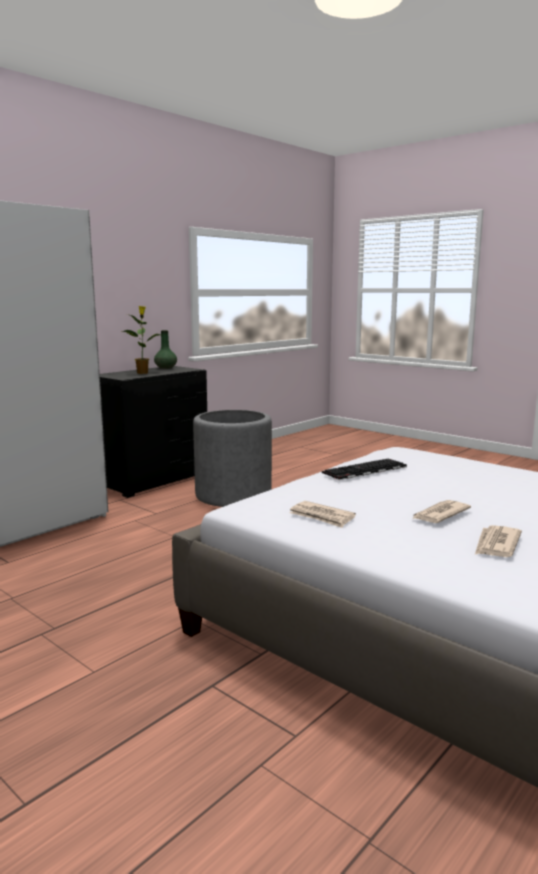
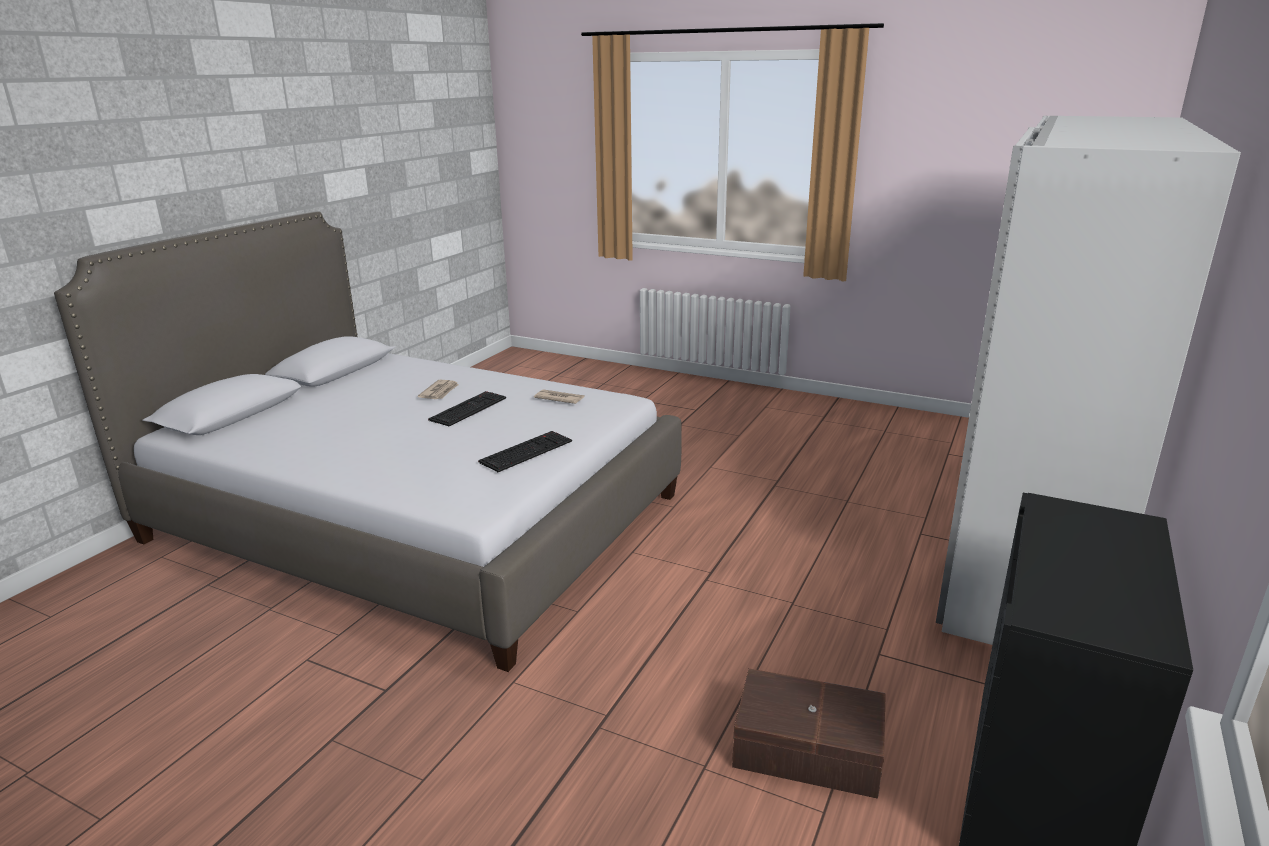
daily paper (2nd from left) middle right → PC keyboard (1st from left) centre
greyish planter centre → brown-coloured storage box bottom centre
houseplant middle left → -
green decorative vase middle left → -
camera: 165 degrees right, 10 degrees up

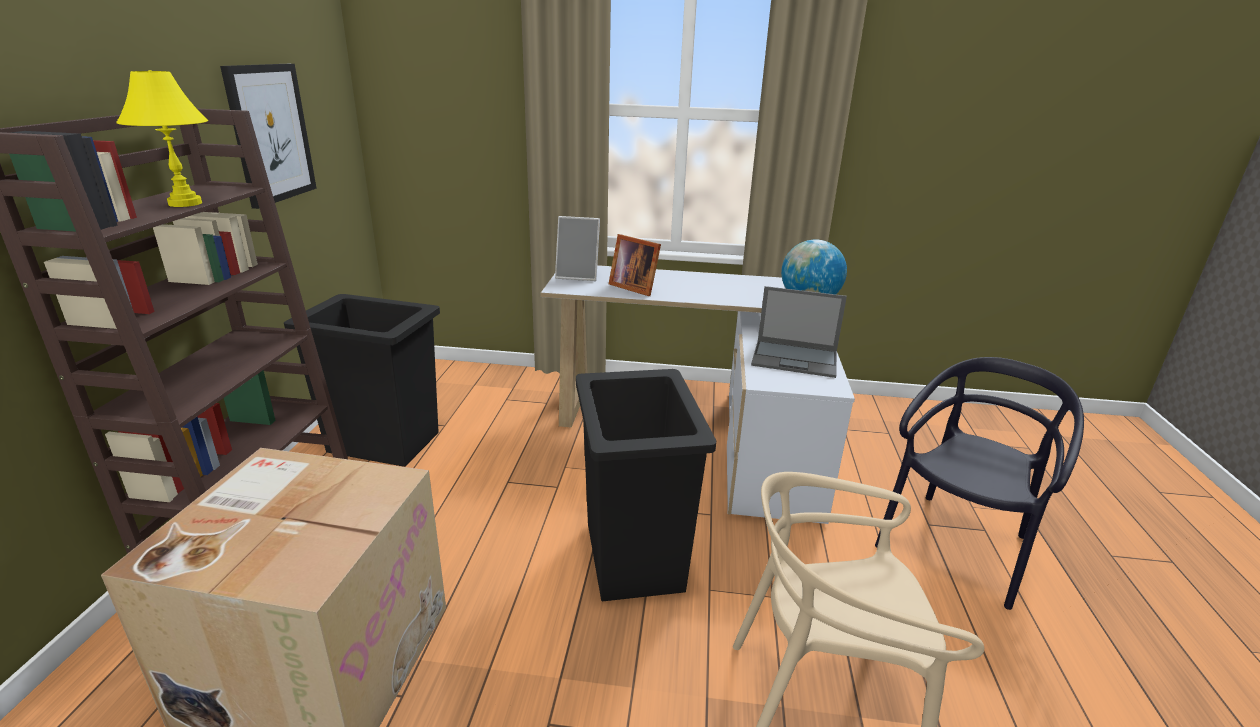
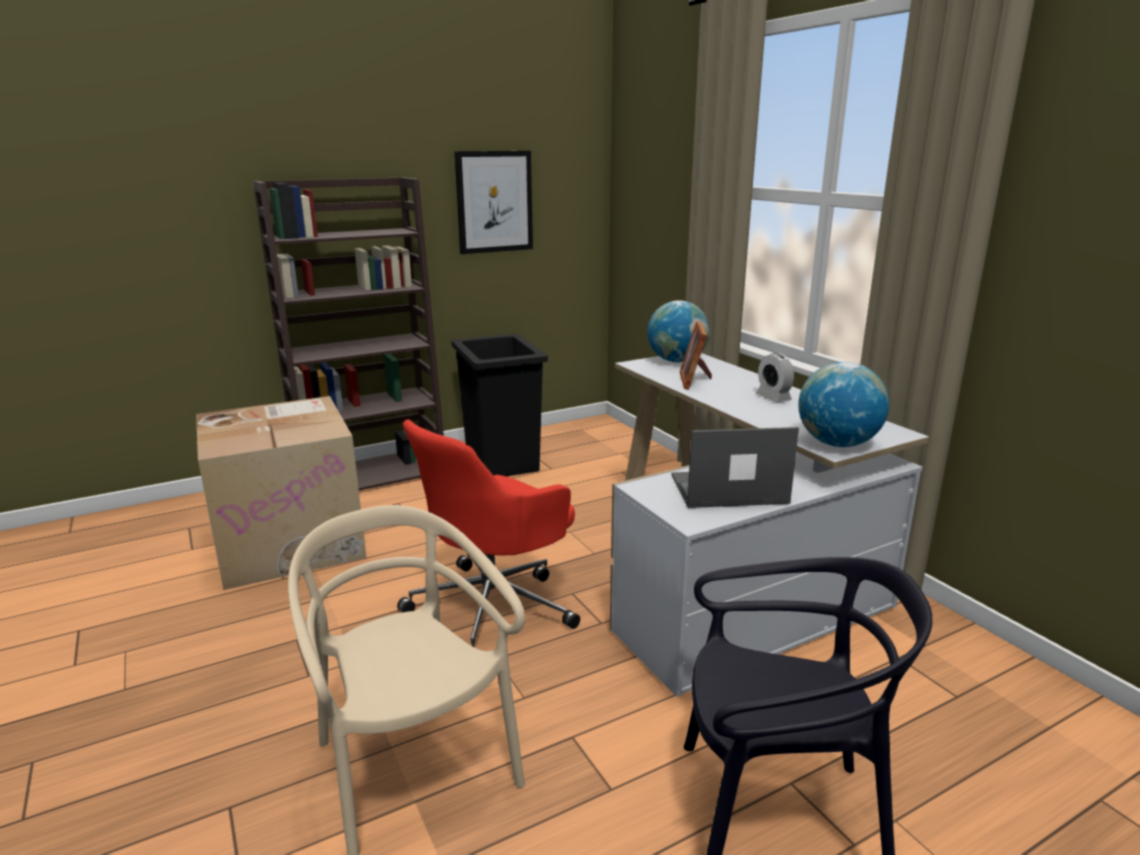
blackish trash can (2nd from left) bottom centre → red-coloured office chair centre
picture frame (1st from left) centre → world globe (1st from left) centre
notebook computer centre, 105 degrees clockwise
- → table clock middle right
yellow lamp for a table top left → -
camera: 55 degrees right, 5 degrees down

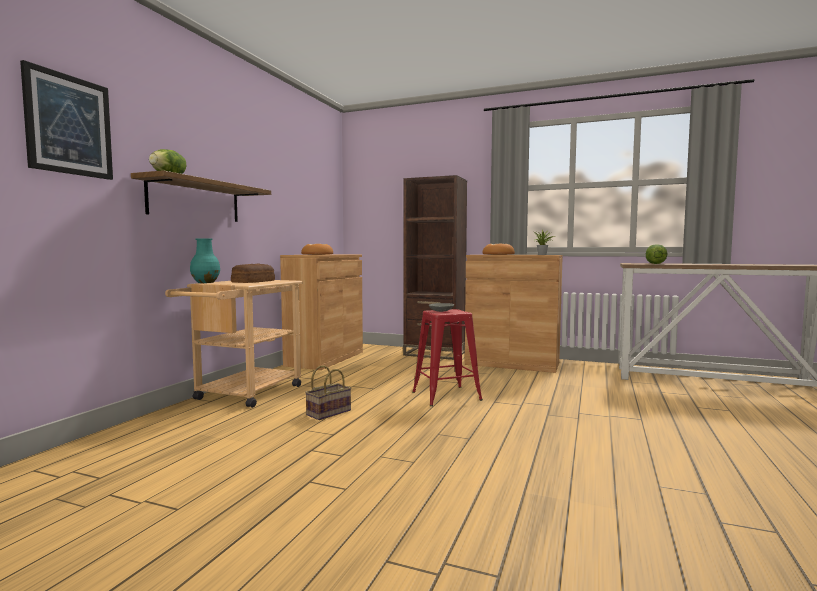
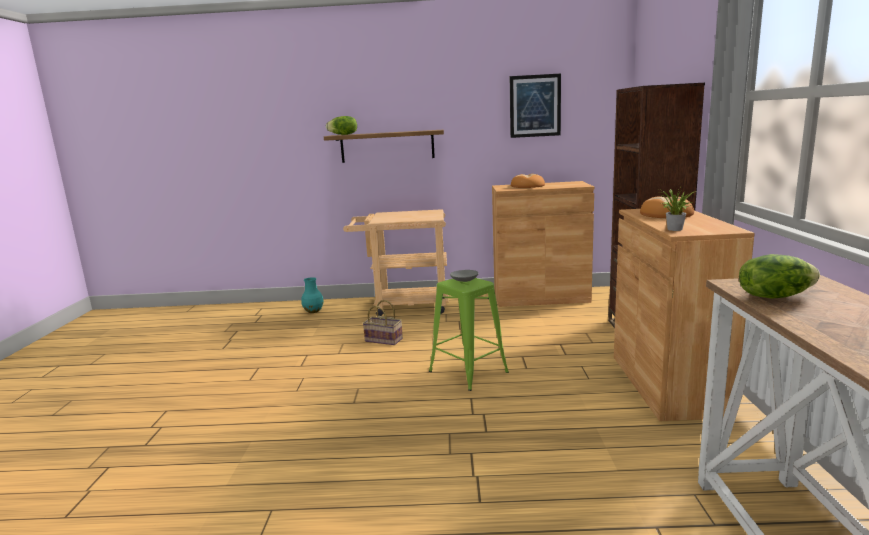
turquoise decorative vase middle left → turquoise decorative vase centre, move
red-coloured stool centre → green stool centre
wall art top left → wall art top centre, move
bakery bread (1st from left) middle left → -
camera: 70 degrees right, 10 degrees up

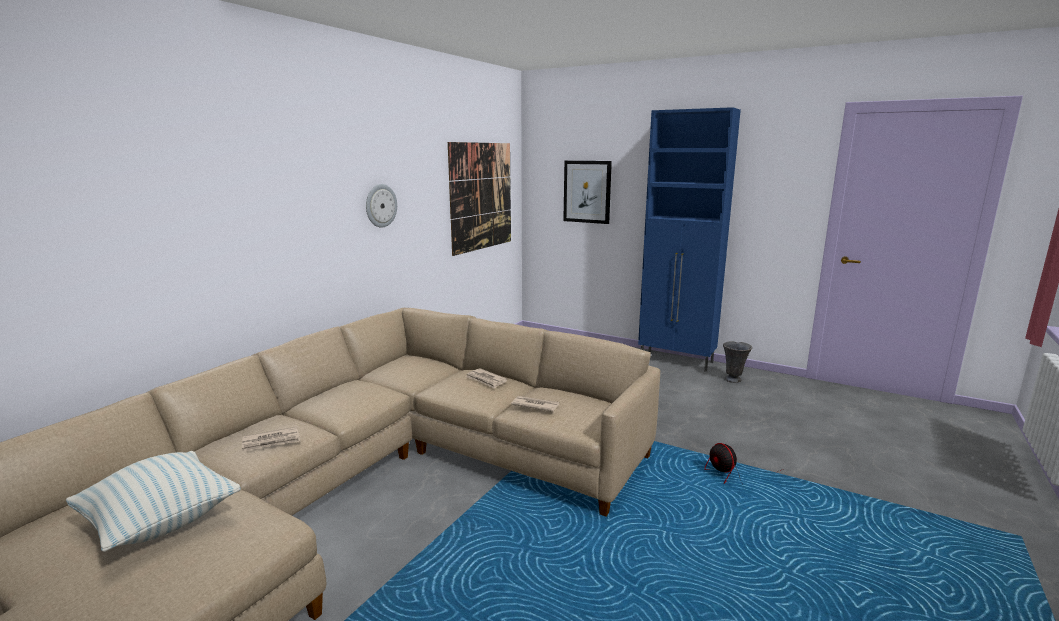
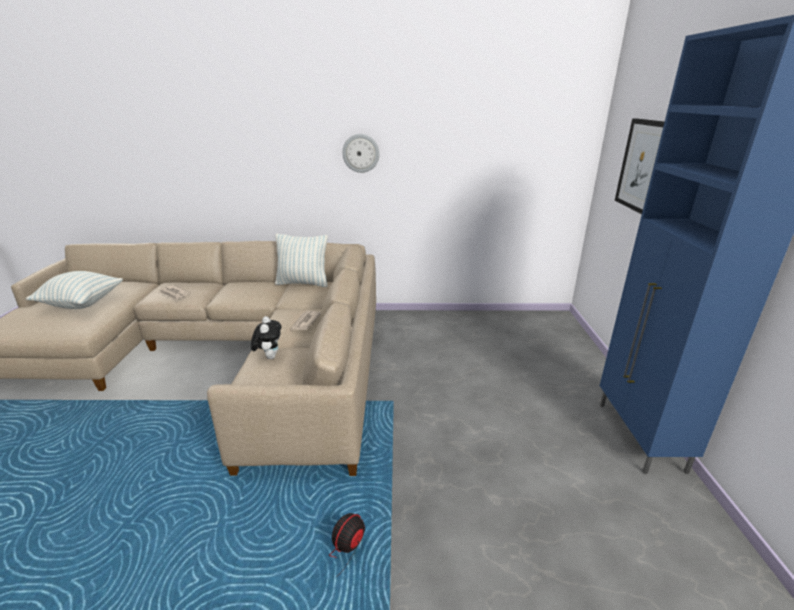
daily paper (3rd from left) centre → soft toy centre
- → throw pillow (2nd from left) centre
wall art (1st from left) top centre → -
greyish decorative vase middle right → -
camera: 60 degrees right, 10 degrees up

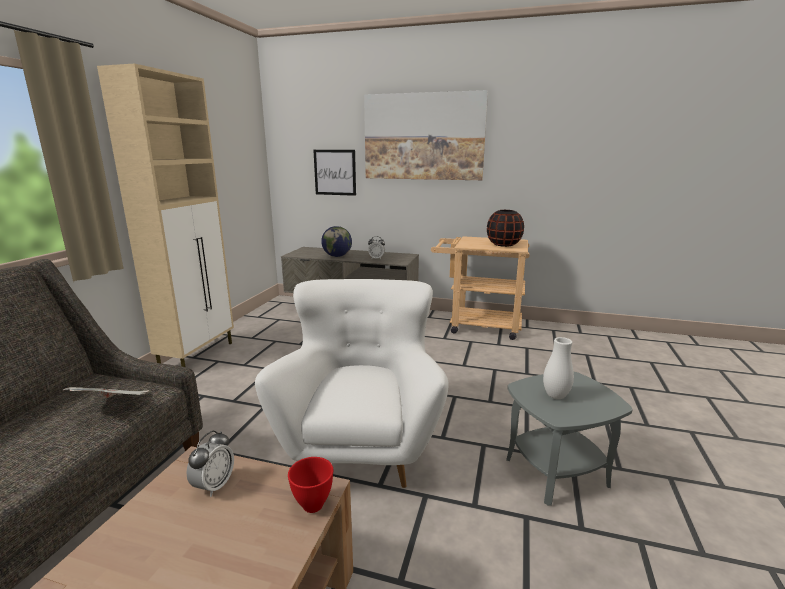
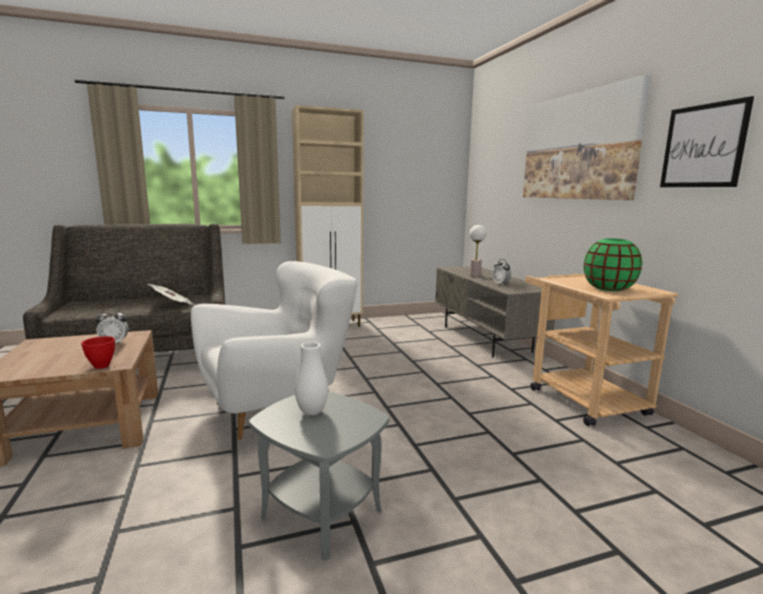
world globe centre → lamp for a table centre
blackish decorative vase centre → green decorative vase middle right
wall art (1st from left in the first image) top centre → wall art (2nd from left) top right, move
camera: 55 degrees right, 5 degrees down

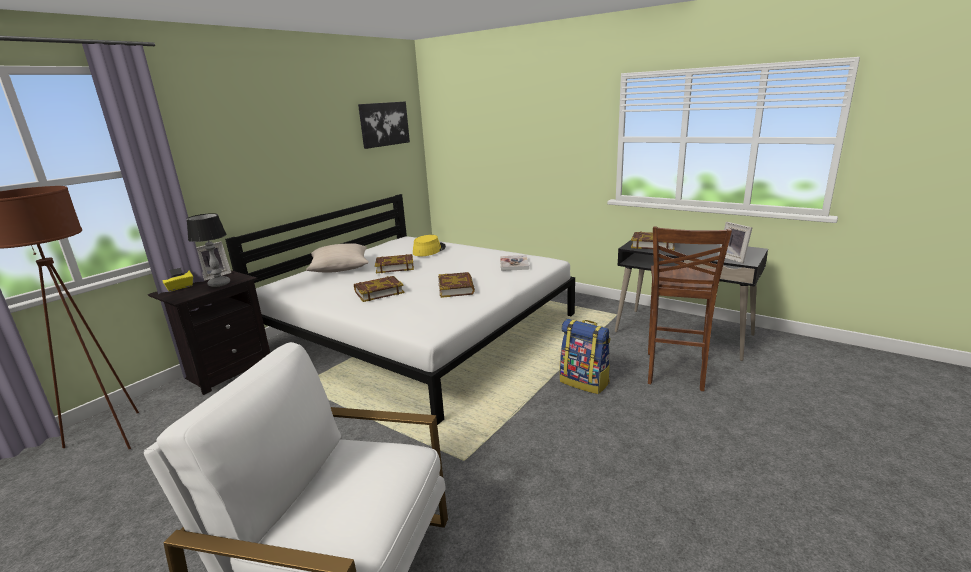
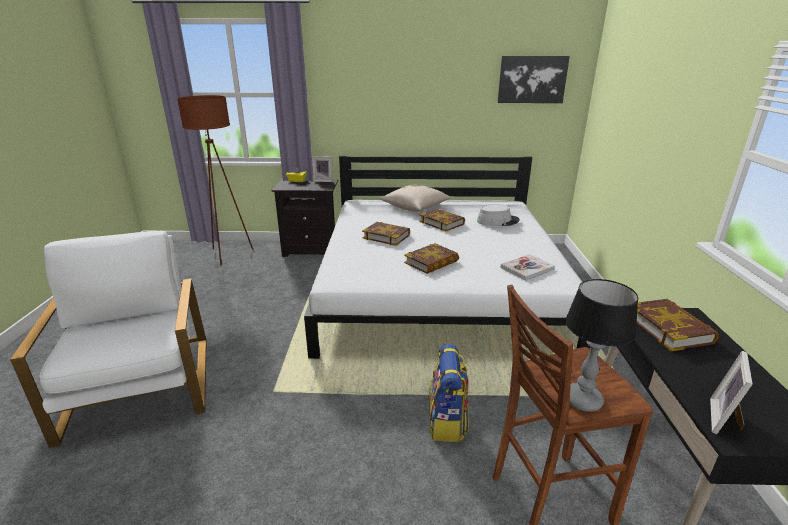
yellow clothing hat centre → greyish clothing hat centre
lamp for a table middle left → lamp for a table middle right, move
camera: 55 degrees right, 5 degrees up

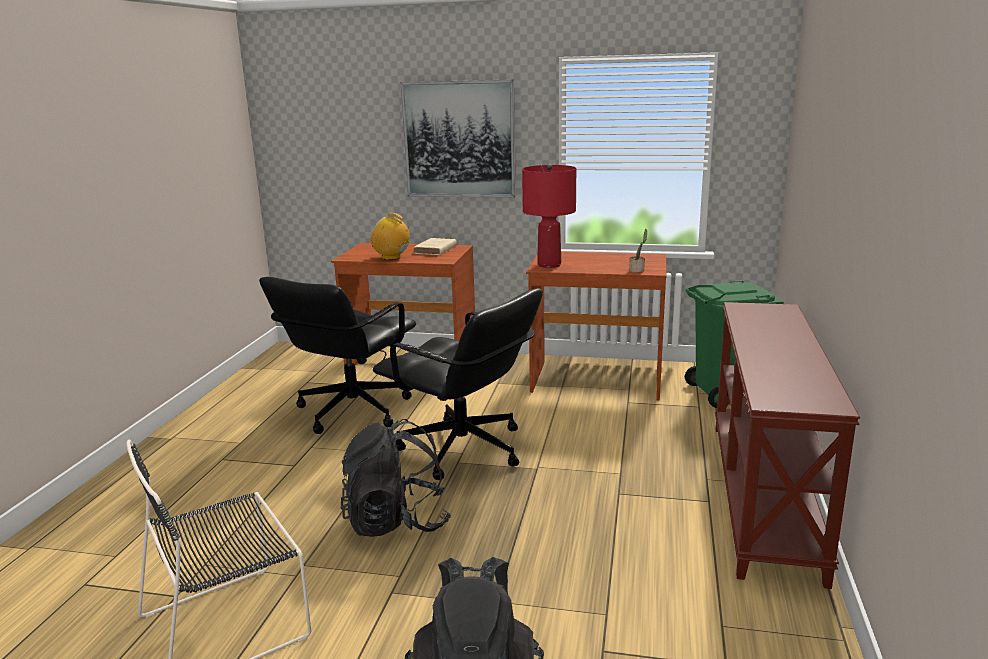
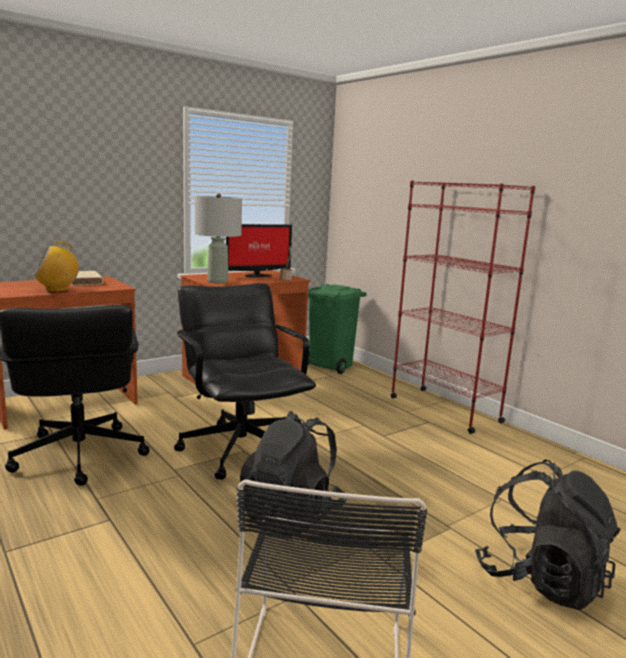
blackish office chair (2nd from left) centre, 105 degrees counterclockwise
red-coloured lamp for a table top centre → greyish lamp for a table centre
- → computer display centre
brown-coloured hall table bottom right → red-coloured bookcase middle right
wall art top centre → -
camera: 50 degrees left, 5 degrees down

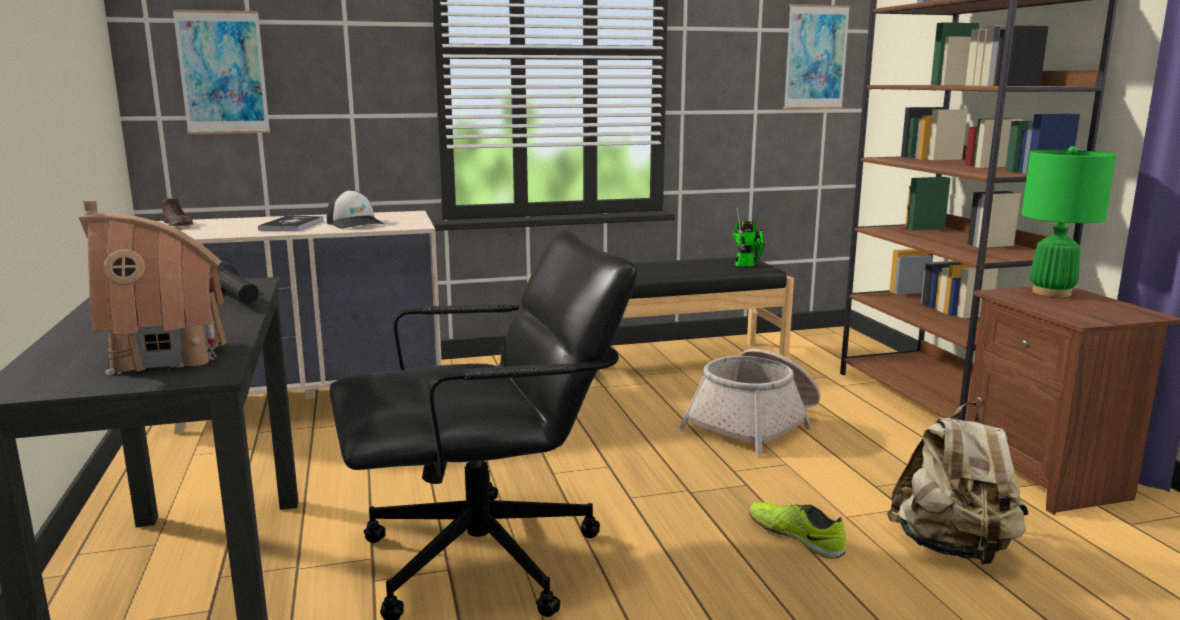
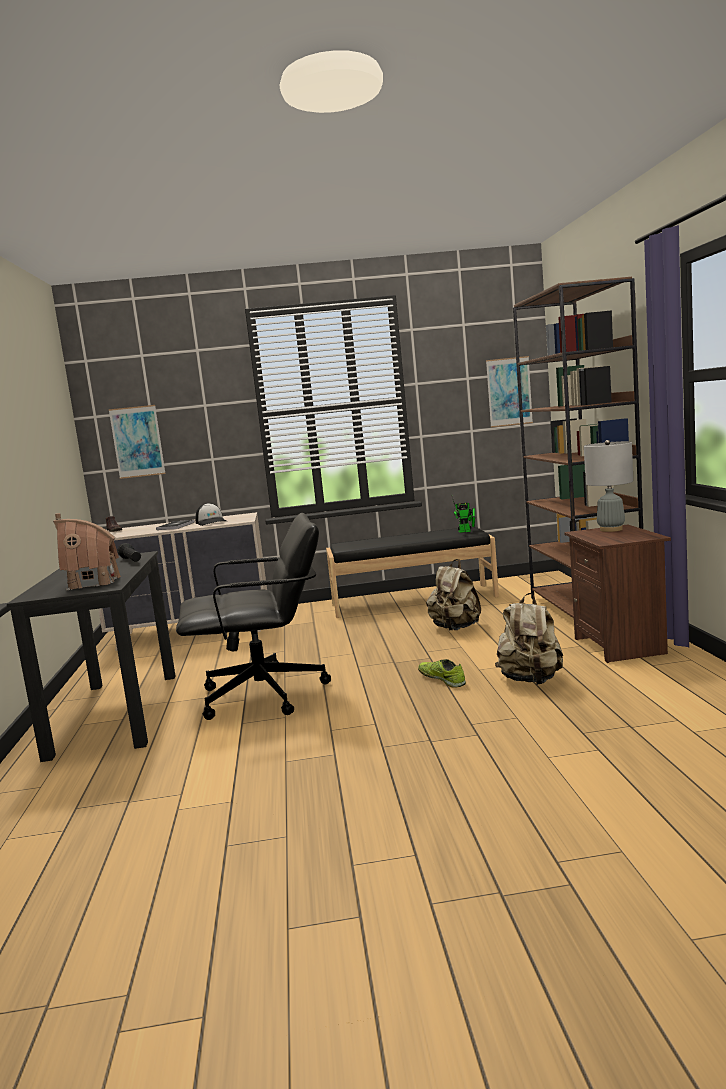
basket centre → beige-coloured knapsack (1st from left) centre
green lamp for a table middle right → greyish lamp for a table middle right
camera: 10 degrees right, 5 degrees down

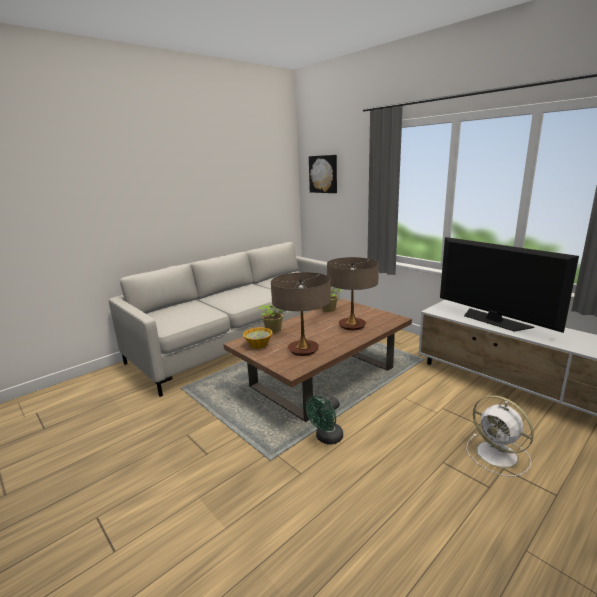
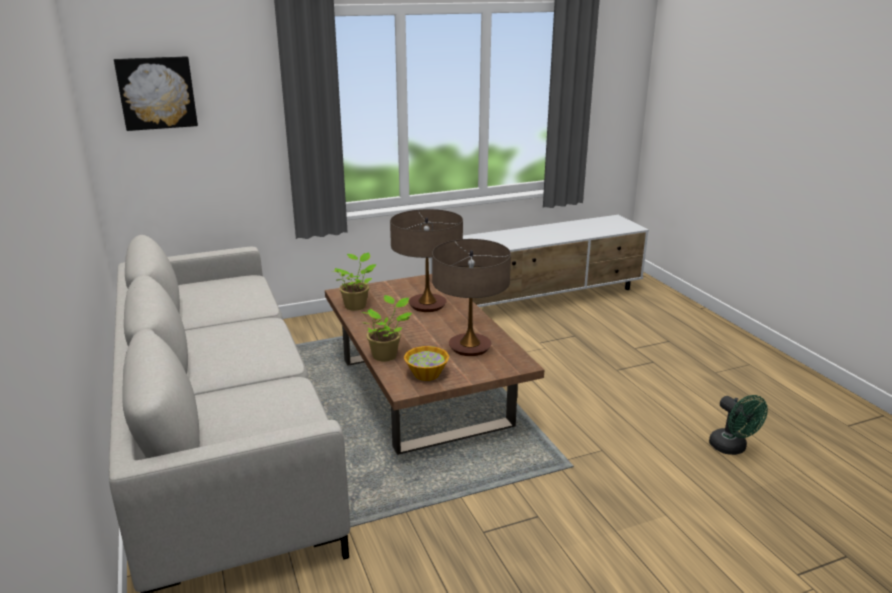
green fan bottom centre → green fan bottom right, move
television middle right → -
white fan bottom right → -
camera: 70 degrees left, 5 degrees up

